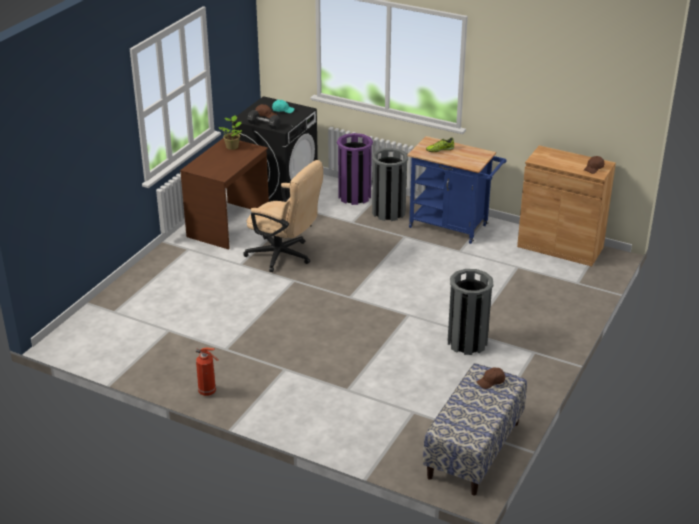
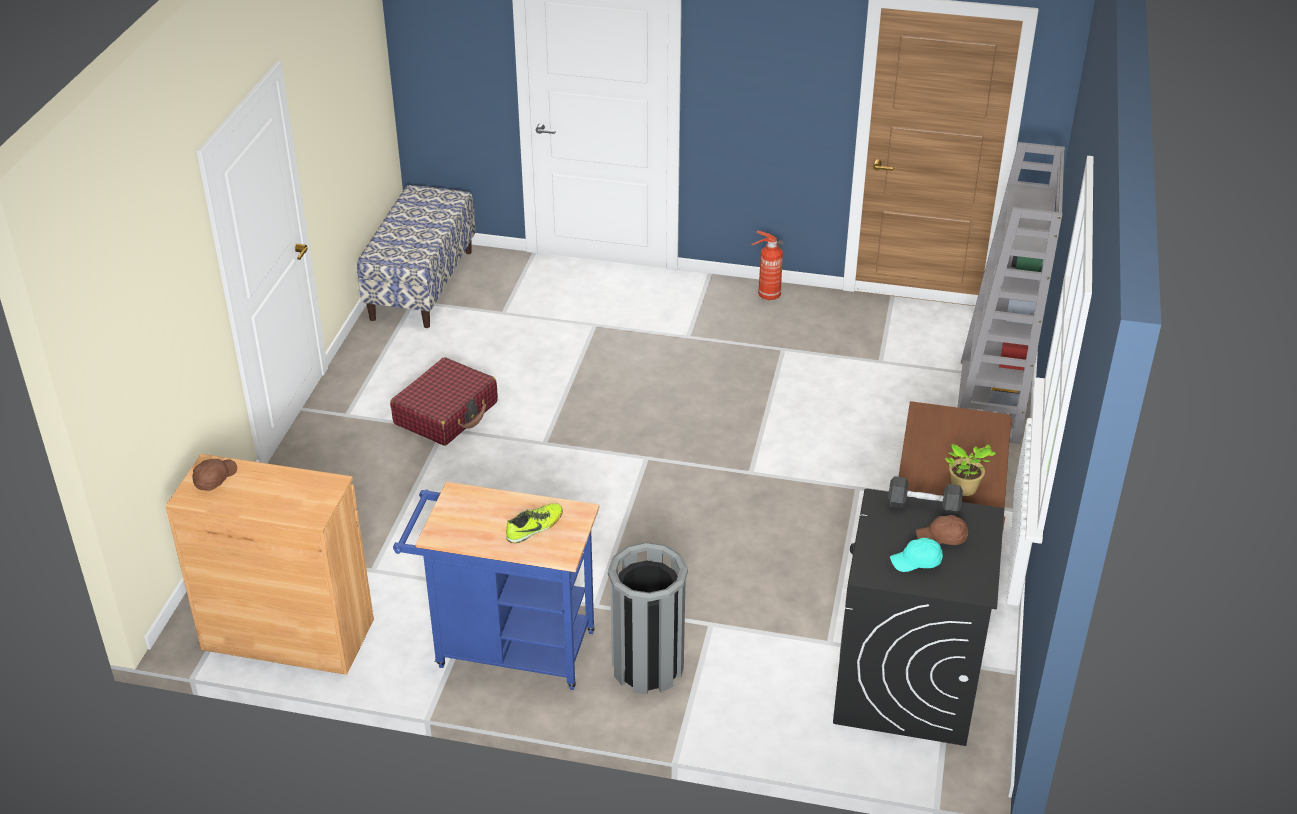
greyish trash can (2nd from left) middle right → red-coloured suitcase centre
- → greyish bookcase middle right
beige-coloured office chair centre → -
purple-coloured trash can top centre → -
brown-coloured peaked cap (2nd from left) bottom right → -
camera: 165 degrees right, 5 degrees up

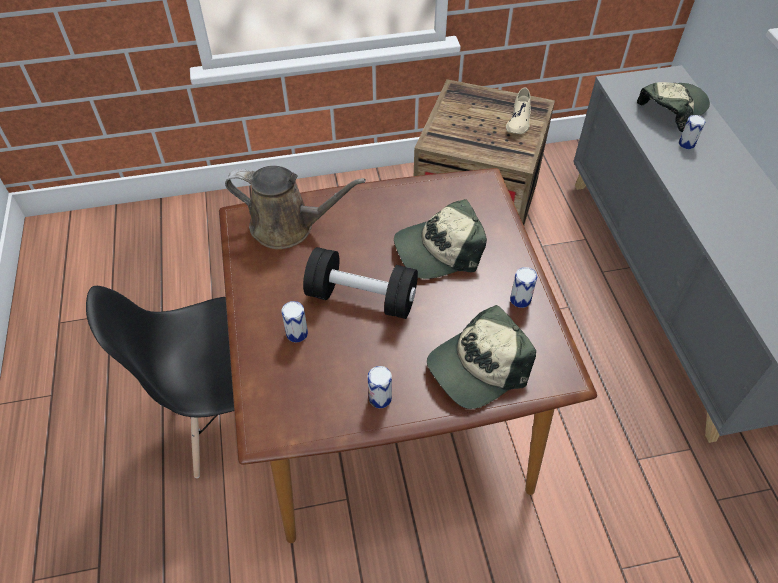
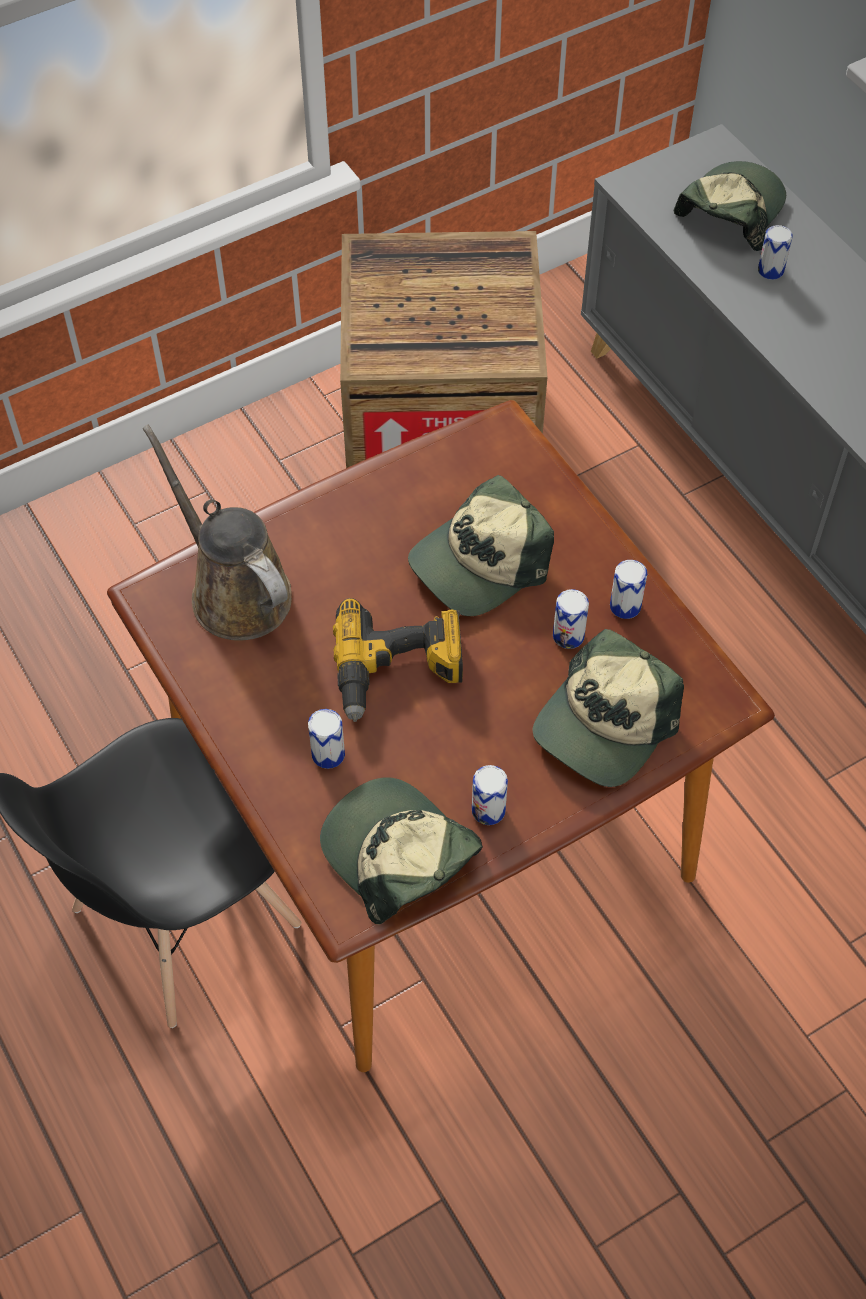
brown-coloured sprinkling can centre → brown-coloured sprinkling can middle left, 120 degrees counterclockwise
- → peaked cap (1st from left) centre
blackish dumbbell centre → electric drill centre
- → can (3rd from left) centre
beige-coloured item of footwear top centre → -
camera: 20 degrees left, 5 degrees up

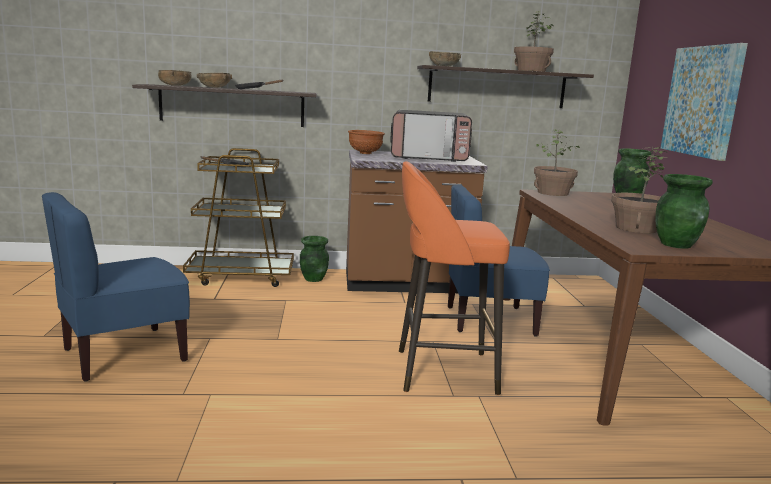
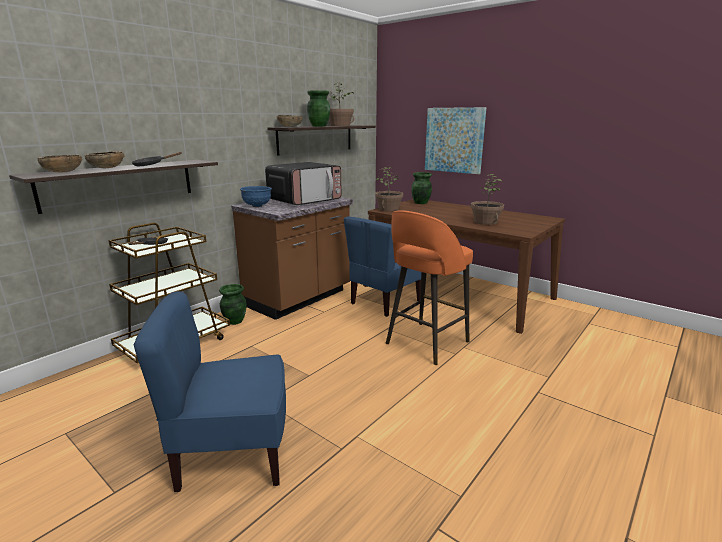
blue chair (1st from left) middle left → blue chair (1st from left) bottom left, 75 degrees clockwise
brown-coloured deep dish (3rd from left) top centre → blue deep dish centre
green decorative vase (3rd from left in the first image) middle right → green decorative vase (2nd from left) top centre, move
camera: 45 degrees left, 5 degrees up

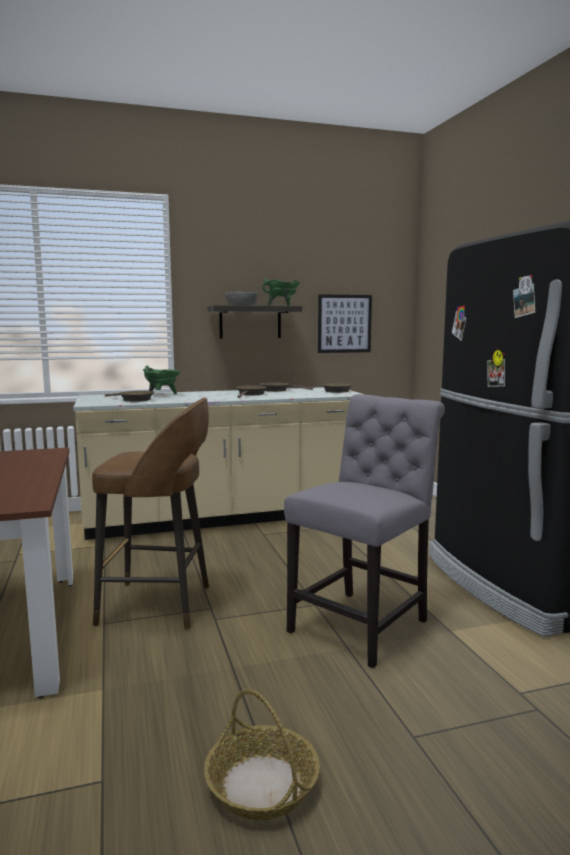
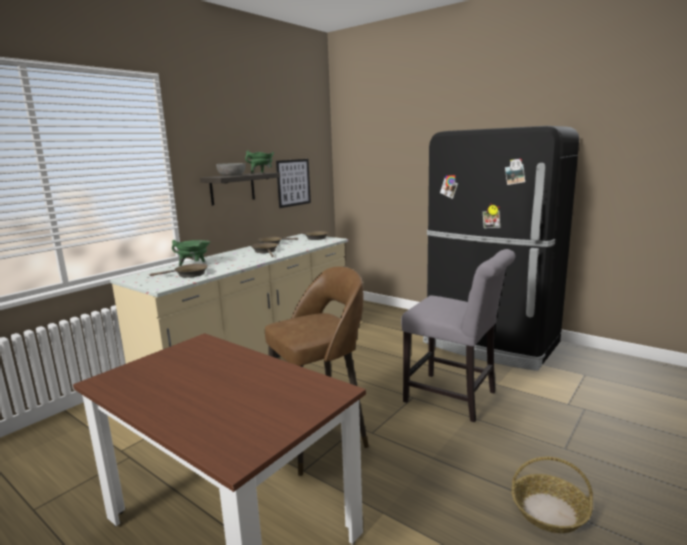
greyish chair centre → greyish chair middle right, 120 degrees clockwise
camera: 35 degrees left, 5 degrees up

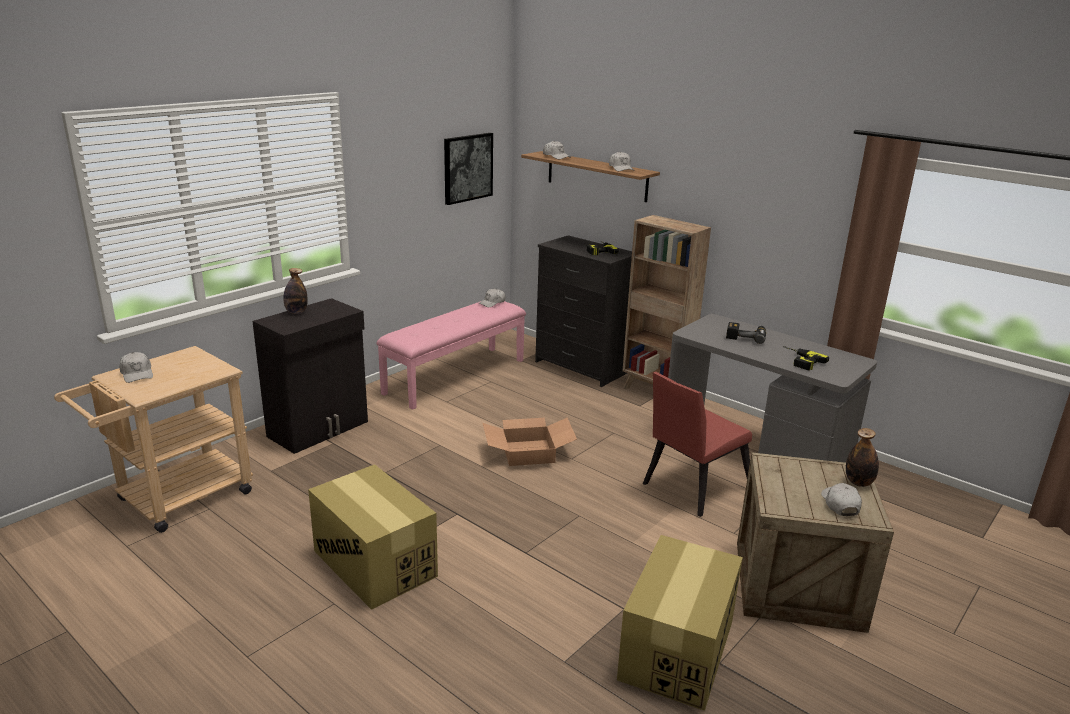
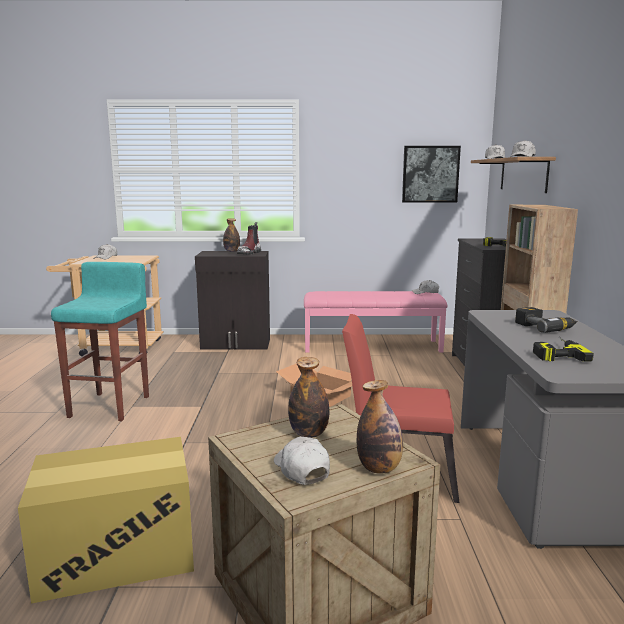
packing box (1st from left) bottom centre → turquoise stool middle left
- → boot centre
white peaked cap (5th from left in the first image) bottom right → white peaked cap (2nd from left) bottom centre, 75 degrees counterclockwise
- → beverage bottle (2nd from left) centre
camera: 50 degrees right, 10 degrees down

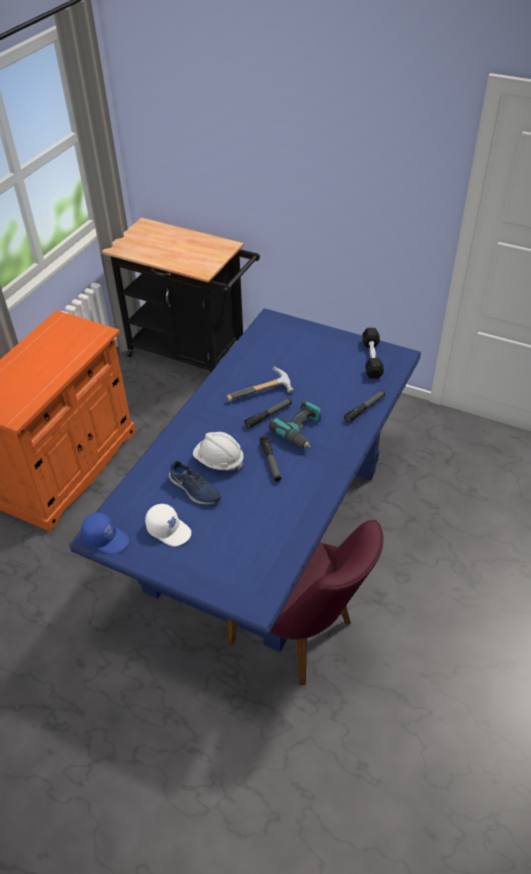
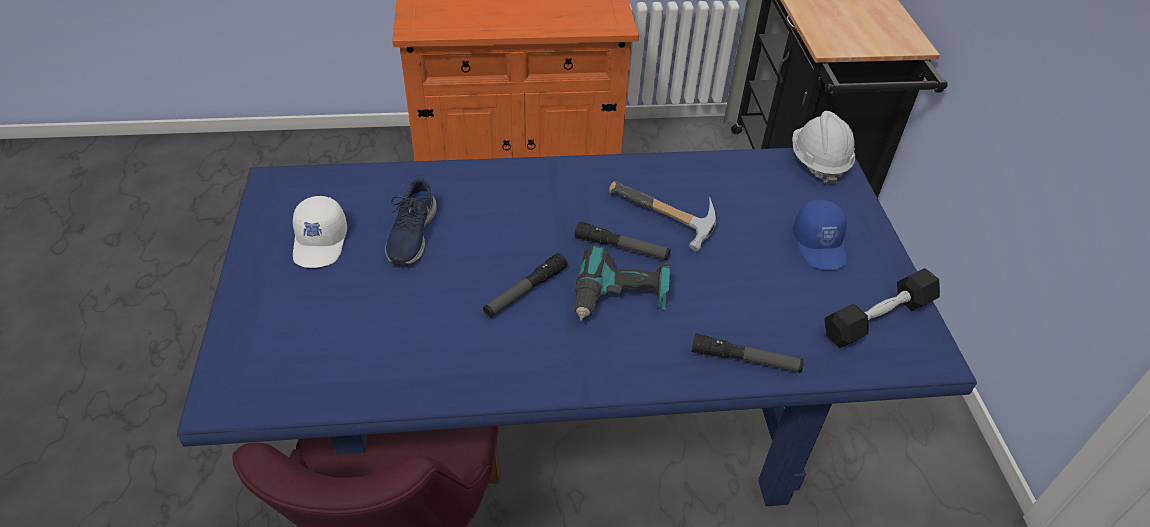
white work helmet centre → white work helmet top right, move
blue peaked cap middle left → blue peaked cap middle right, move
camera: 55 degrees right, 0 degrees up

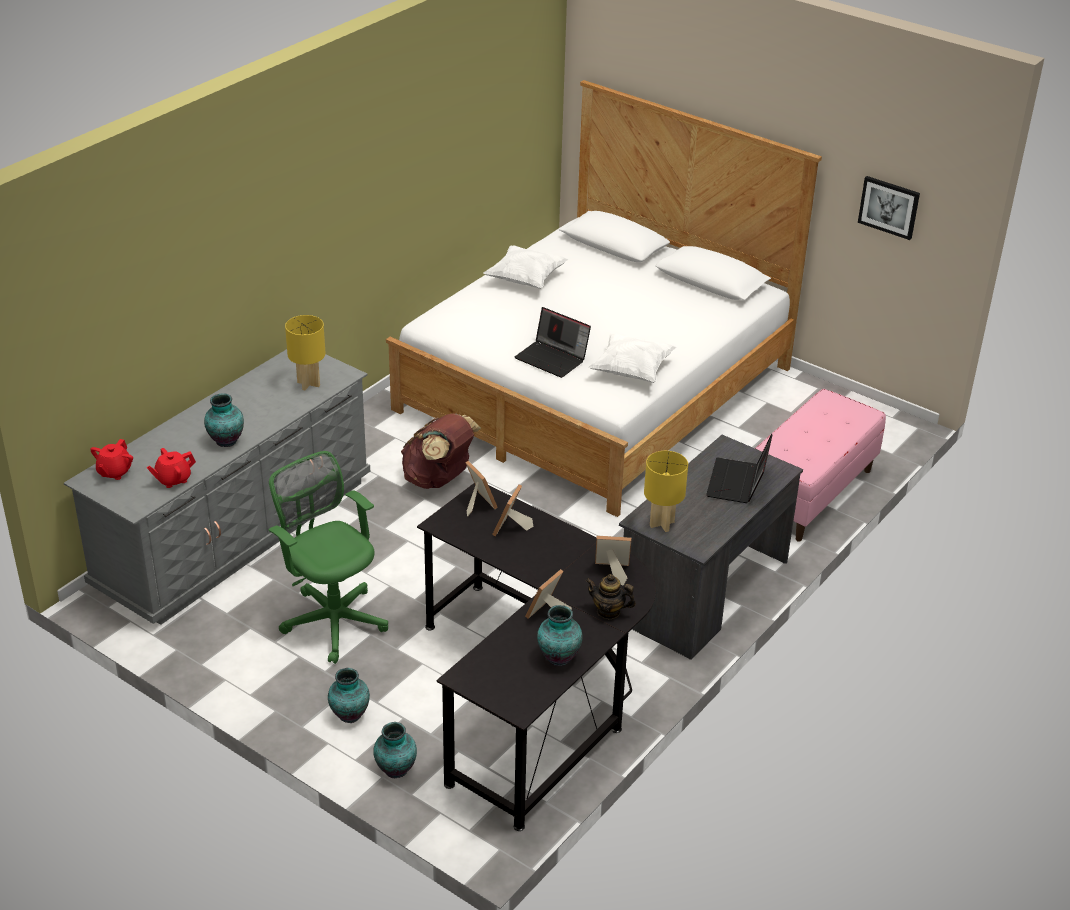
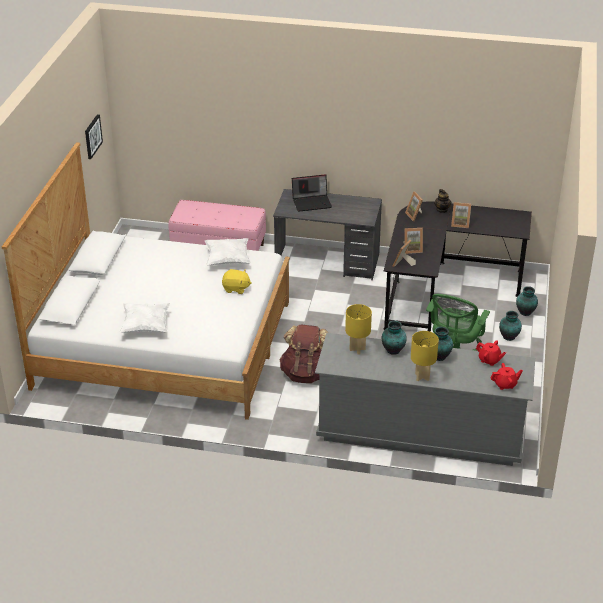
notebook computer (1st from left) centre → yellow soft toy centre
decorative vase (4th from left in the first image) bottom centre → decorative vase (1st from left) centre, move
yellow lamp for a table (2nd from left) centre → yellow lamp for a table (2nd from left) middle right, move
camera: 115 degrees left, 0 degrees up

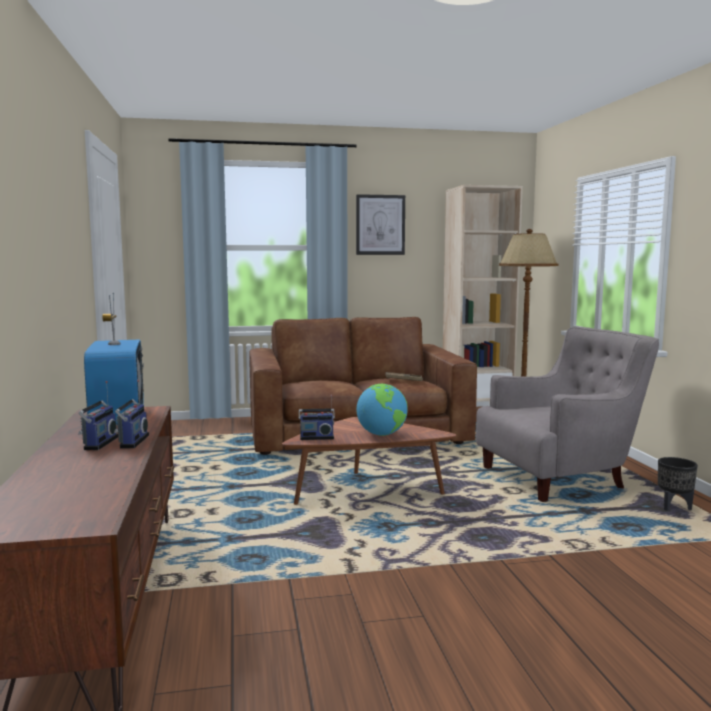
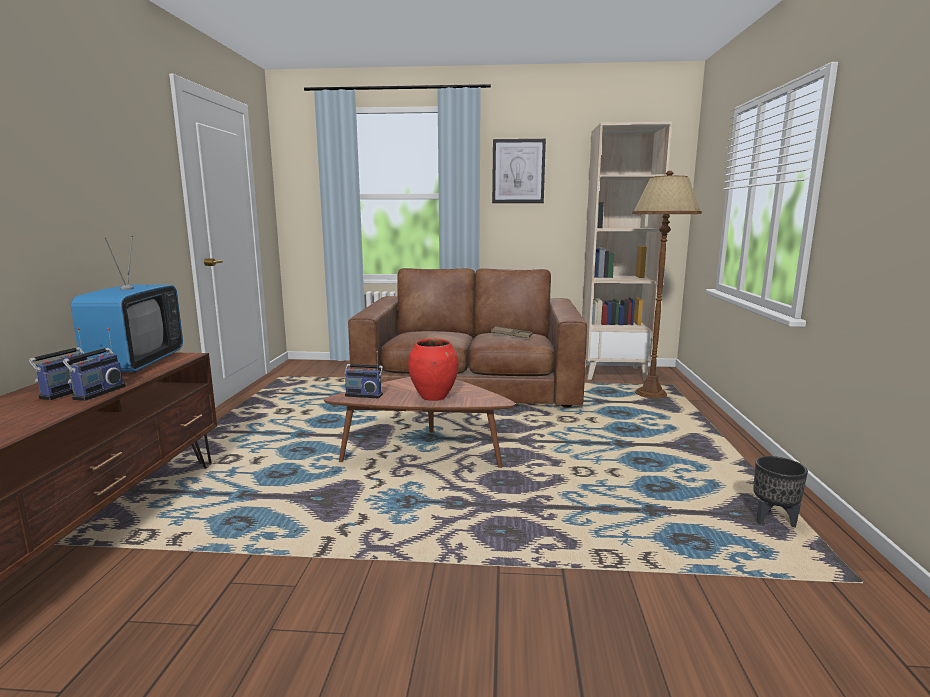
world globe centre → red-coloured decorative vase centre
greyish armchair middle right → -
camera: 15 degrees right, 5 degrees up

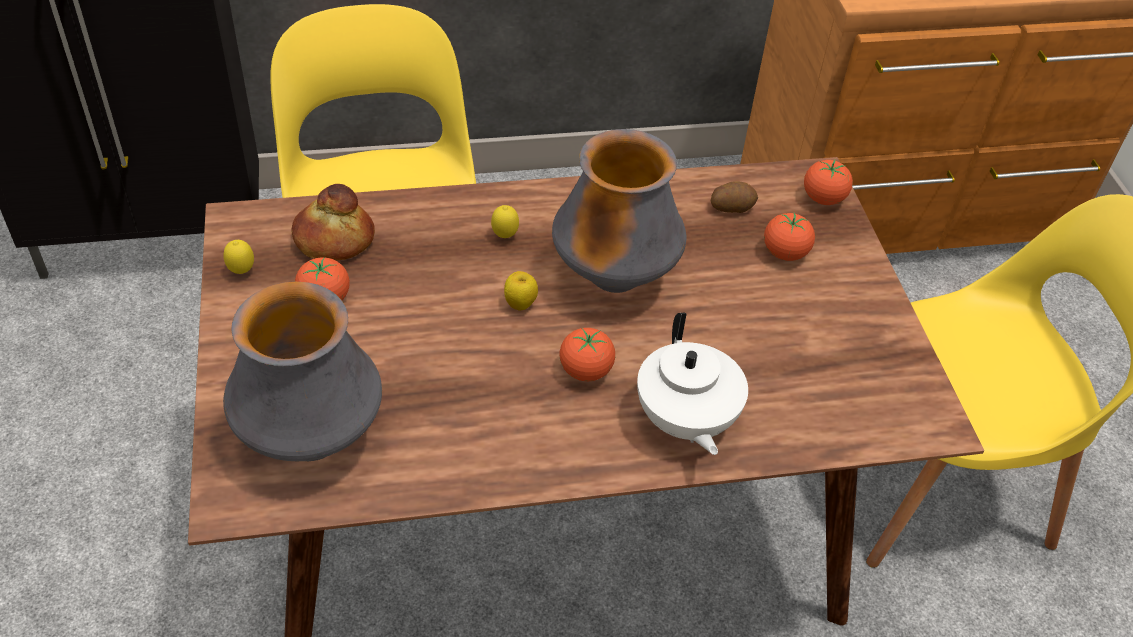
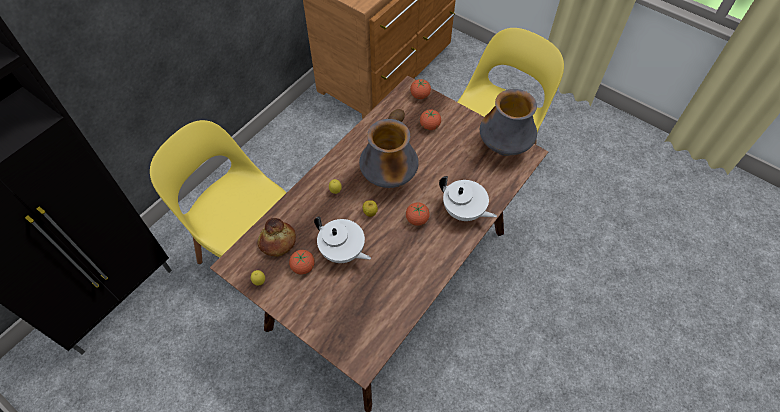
- → white pot for tea (1st from left) centre
decorative vase (1st from left in the first image) middle left → decorative vase (2nd from left) top centre, move
camera: 40 degrees left, 10 degrees up

